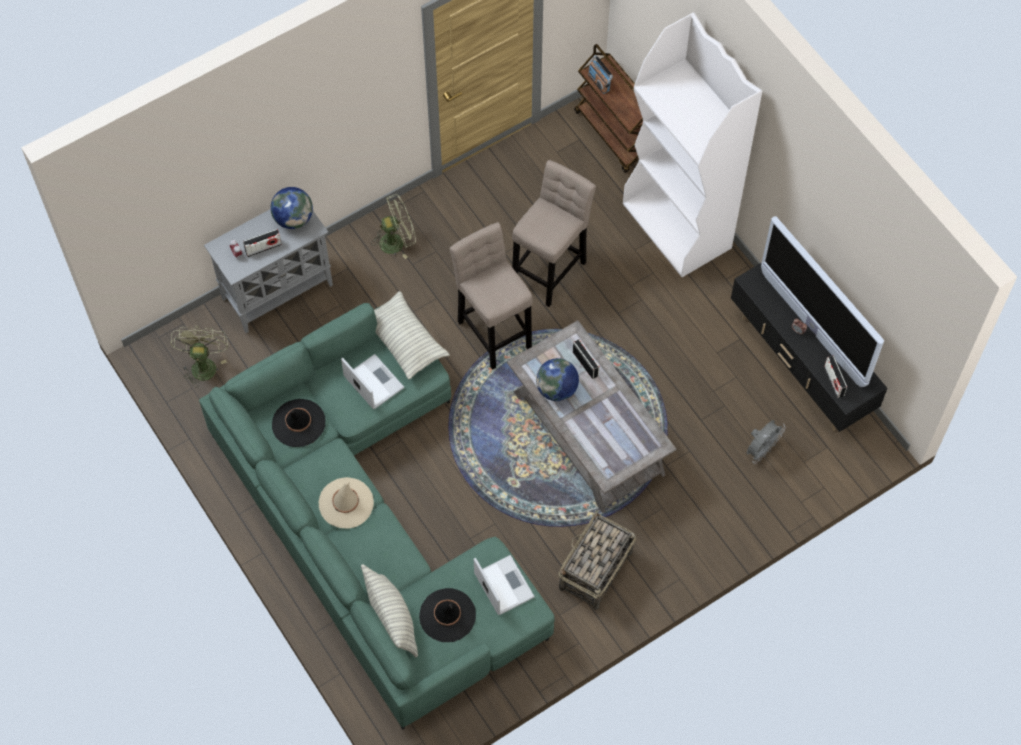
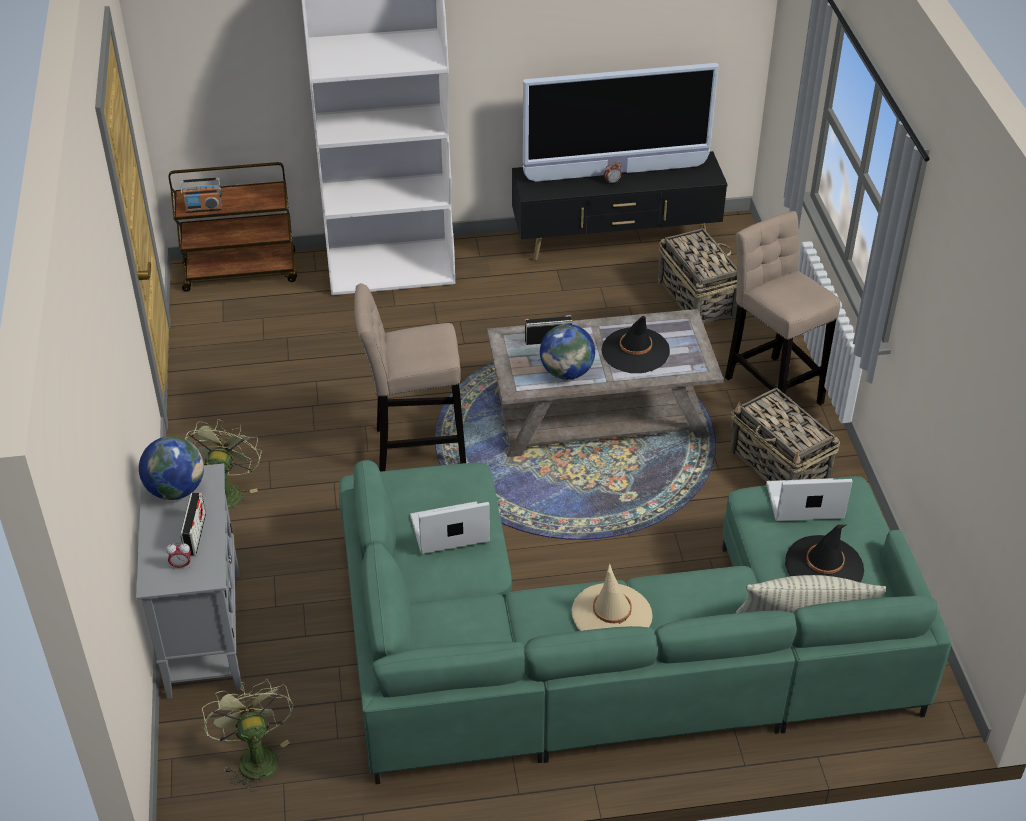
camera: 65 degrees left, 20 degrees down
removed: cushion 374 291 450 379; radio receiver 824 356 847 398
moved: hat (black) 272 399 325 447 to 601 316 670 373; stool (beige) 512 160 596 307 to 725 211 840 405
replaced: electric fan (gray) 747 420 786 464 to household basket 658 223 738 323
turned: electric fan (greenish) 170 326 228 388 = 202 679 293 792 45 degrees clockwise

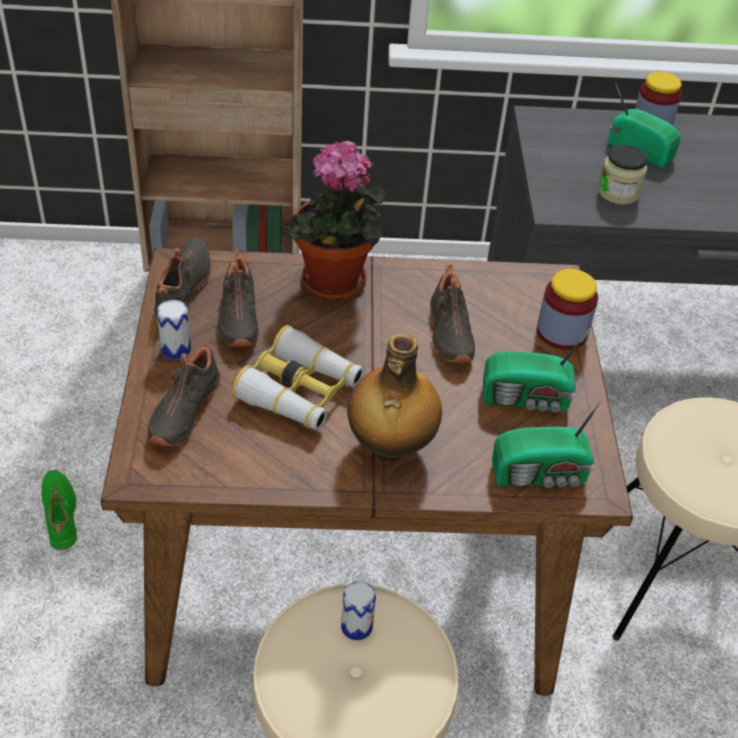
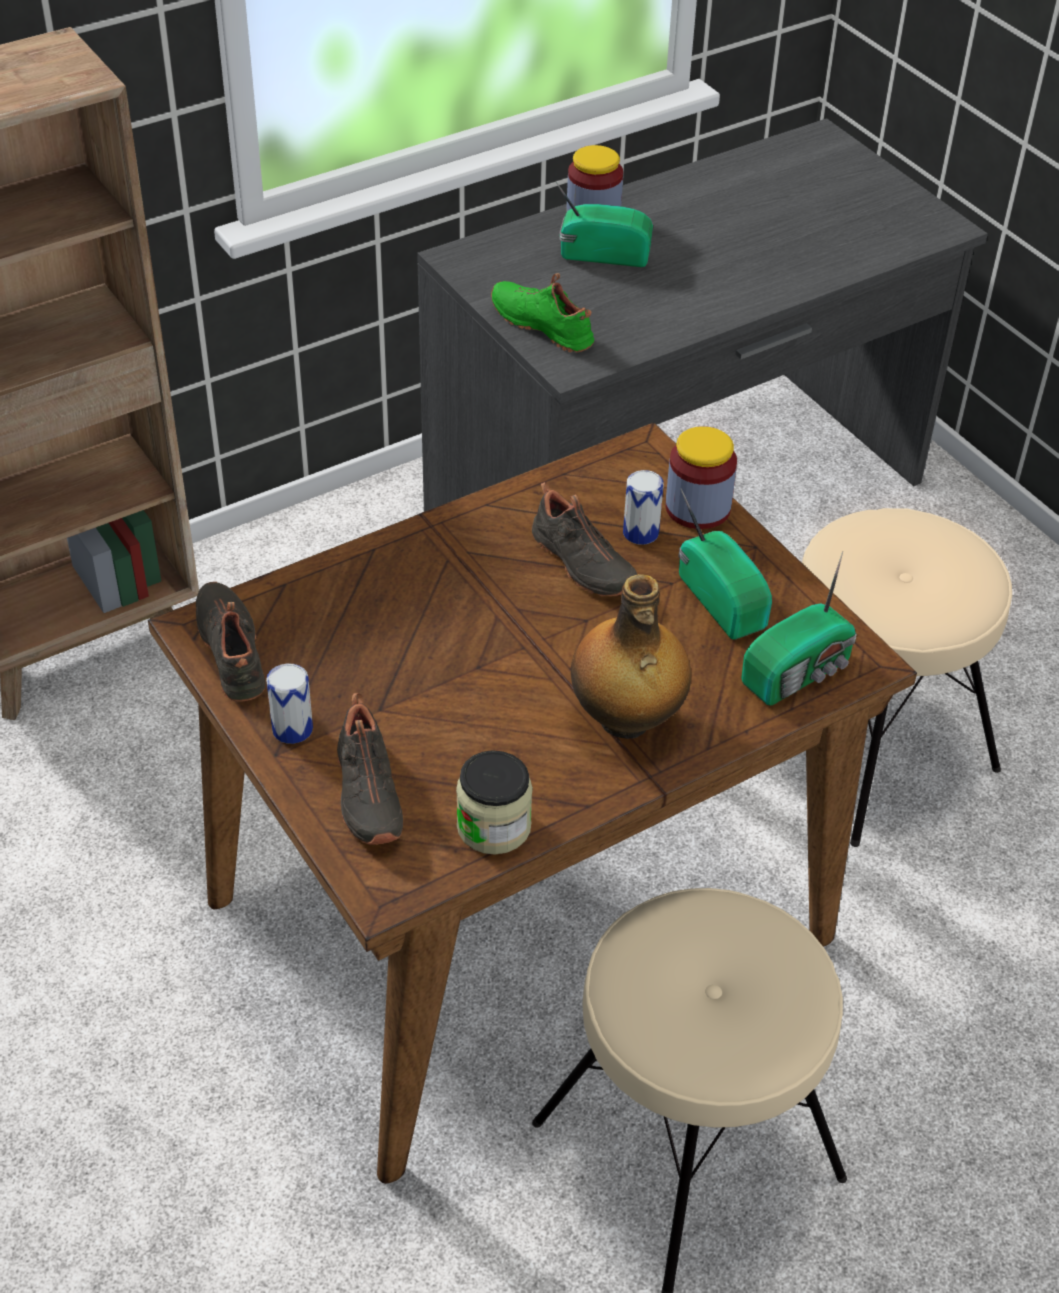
camera: 30 degrees left, 0 degrees up
removed: item of footwear (black) 218 249 259 347; field glasses 232 325 364 430; houseplant 283 141 385 300
moved: jar 598 145 648 205 to 456 750 533 855; item of footwear (greenish) 41 470 77 550 to 491 273 594 353; sealed can 341 581 376 640 to 623 470 664 545
turned: radio receiver 483 327 591 412 = 679 489 772 640 90 degrees counterclockwise

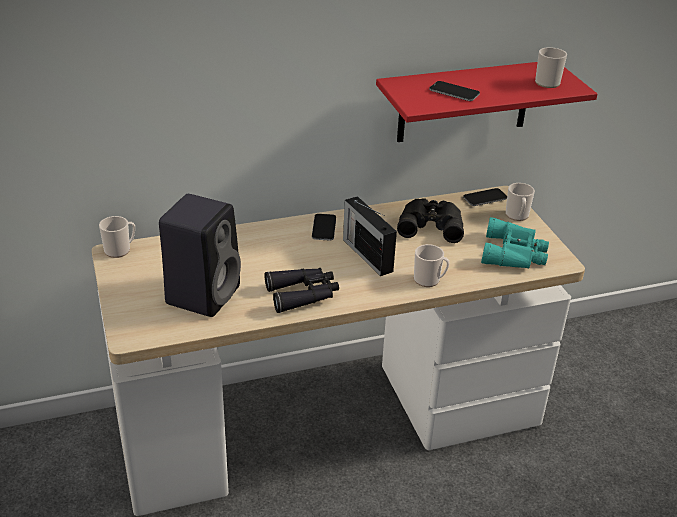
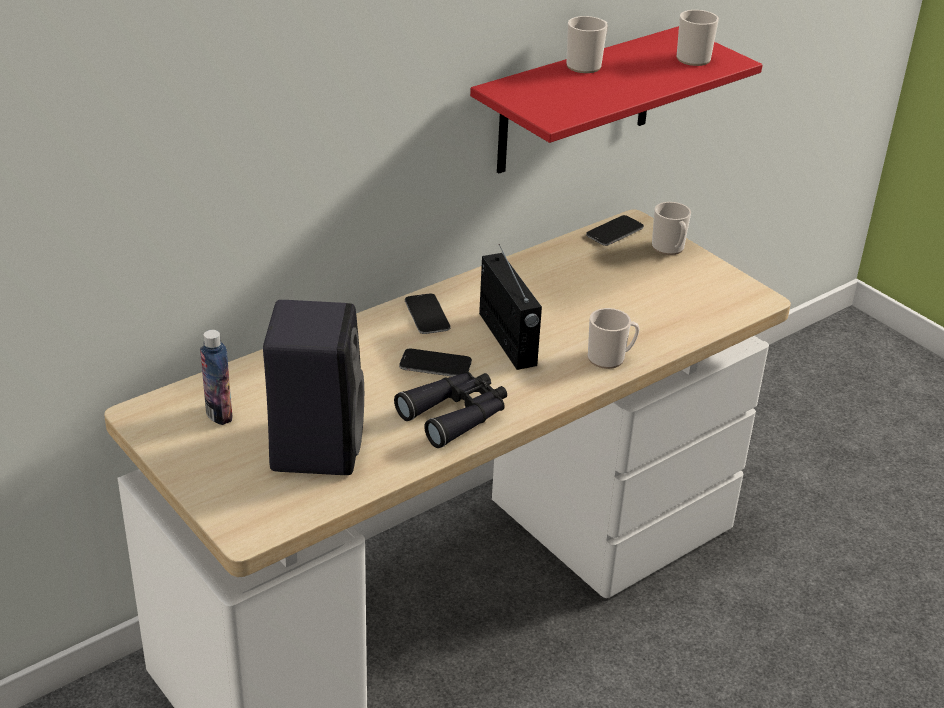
camera: 20 degrees left, 0 degrees up
removed: field glasses (black) 397 198 464 243; field glasses (turquoise) 481 217 549 268
added: beverage bottle 200 330 233 425
moved: telephone 429 81 480 101 to 399 349 472 377; mug 99 216 135 258 to 567 16 608 73
turned: radio receiver 343 196 397 276 = 479 244 542 370 150 degrees counterclockwise

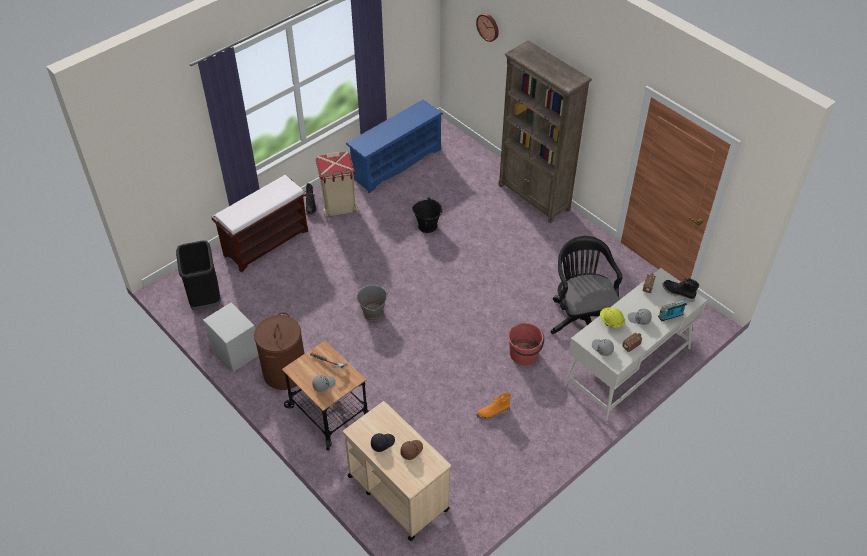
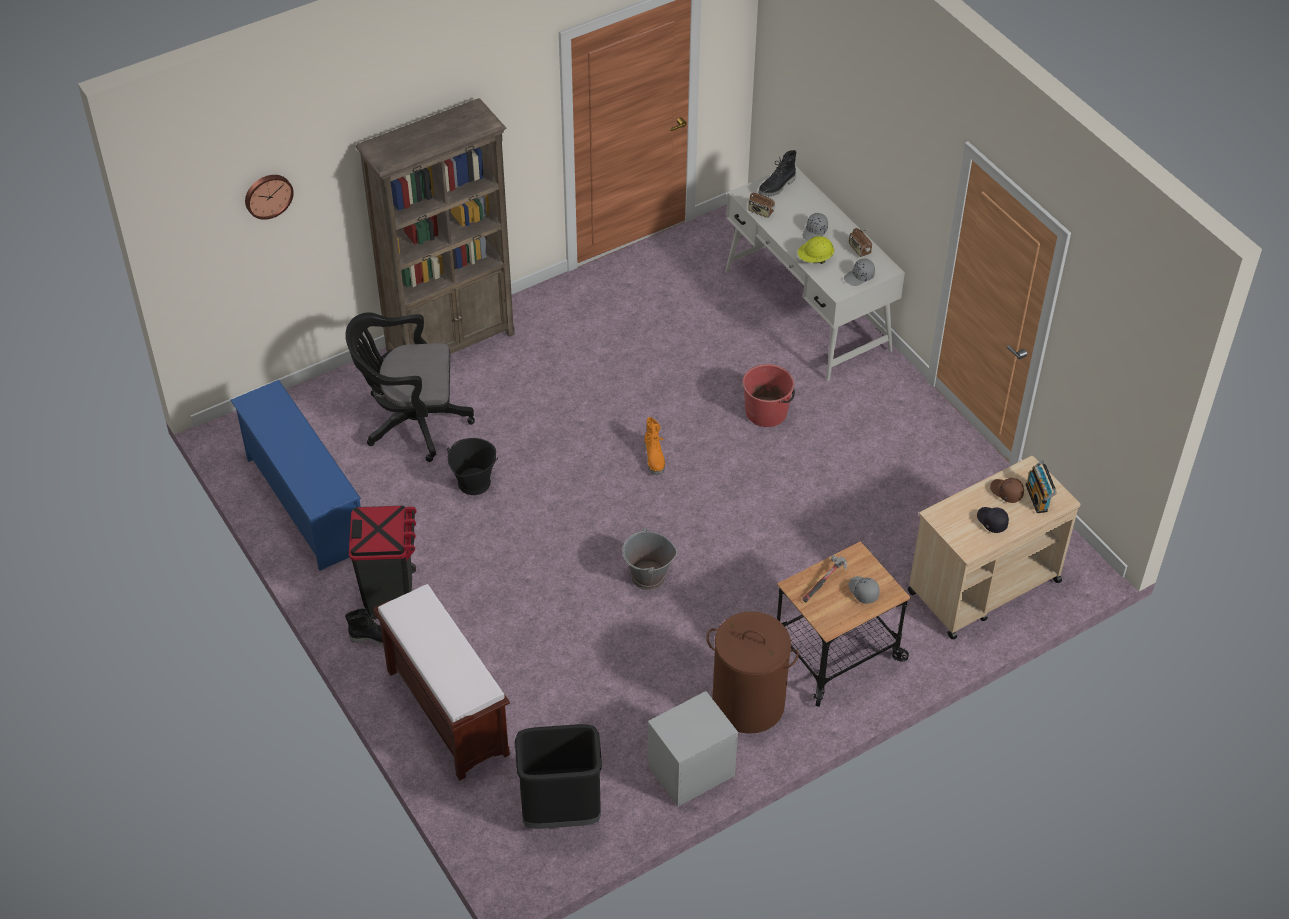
camera: 80 degrees left, 0 degrees up
moved: computer chair (black) 551 236 622 334 to 345 312 475 462; high-top boot (orange-coloured) 477 393 511 420 to 645 417 665 475; radio receiver 658 300 689 322 to 1025 461 1057 513
recoloured: rubbish bin (beige) 316 152 358 218 to rubbish bin (black) 349 506 416 619

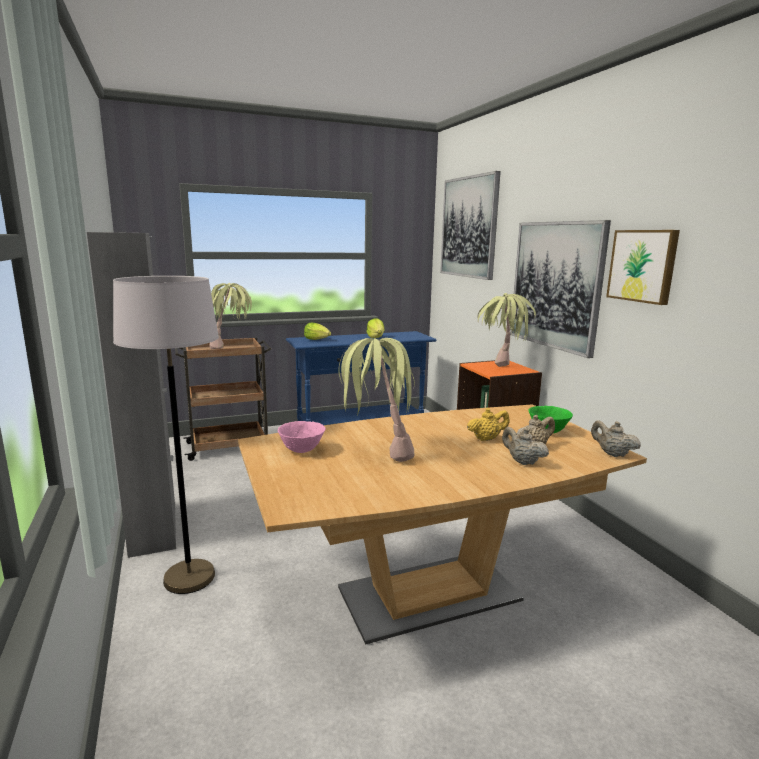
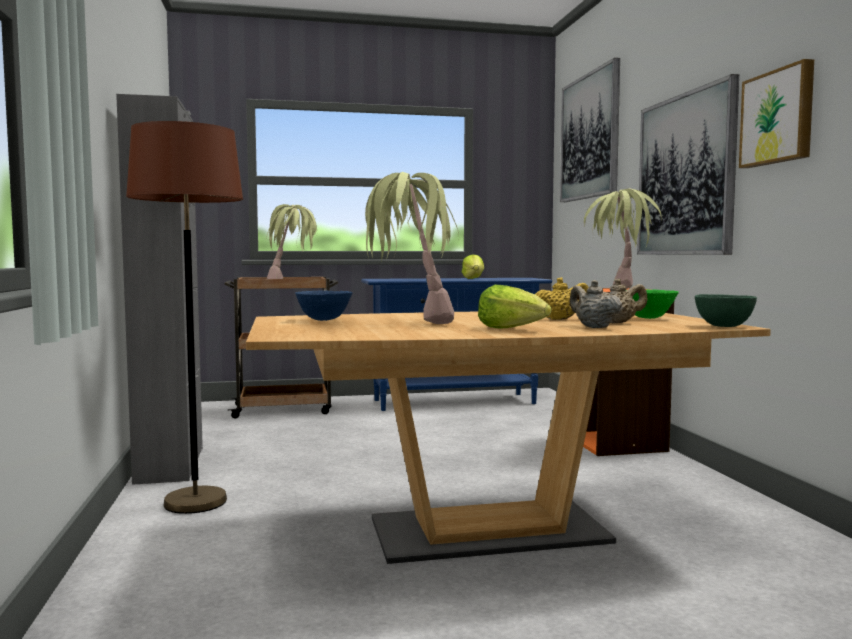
camera: 10 degrees right, 10 degrees down
moved: head of lettuce 304 323 331 340 to 478 285 551 329
replaced: tea pot (beige) 591 420 641 457 to serving bowl (greenish) 695 294 757 327
recoloured: standard lamp (gray) 113 276 219 594 to standard lamp (brown) 126 121 243 514; serving bowl (pink) 278 421 326 453 to serving bowl (bluish) 295 291 353 321

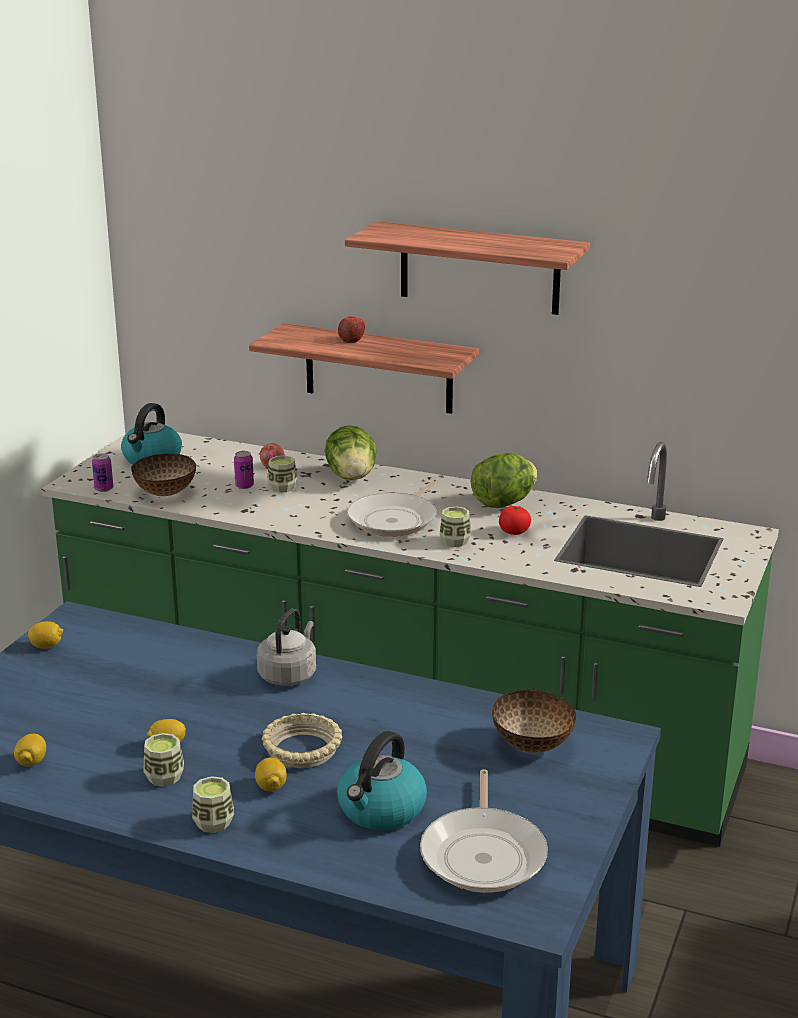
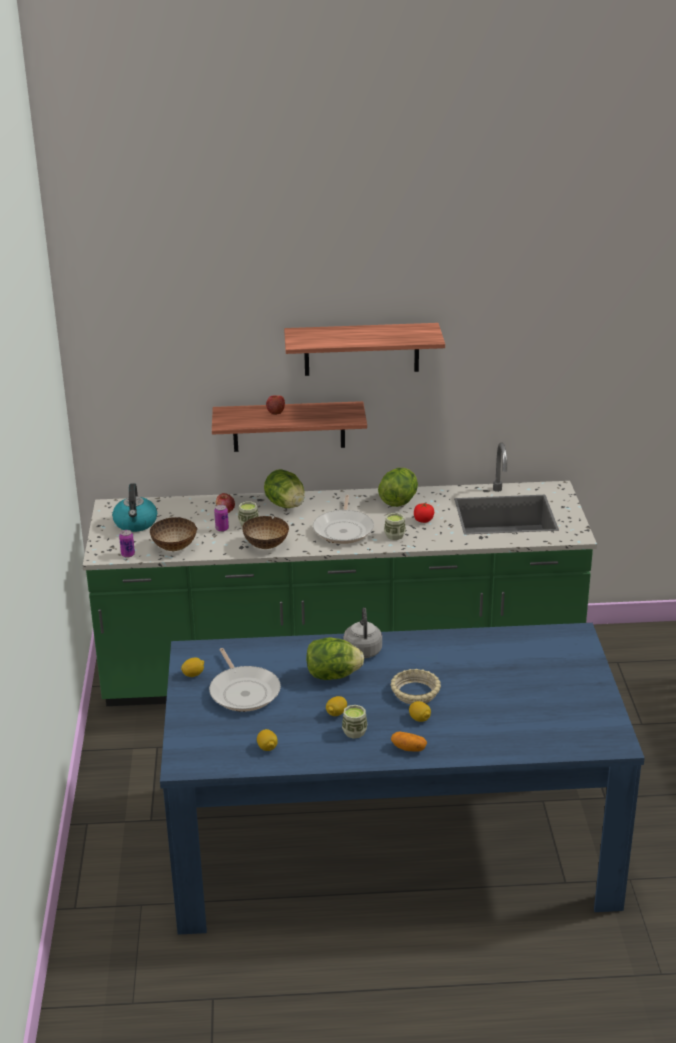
camera: 25 degrees left, 5 degrees up
removed: water kettle 337 731 427 830
added: head of lettuce 306 637 364 680
moved: skillet 420 769 548 893 to 209 648 281 712; serving bowl 492 690 576 753 to 242 516 289 549
replaced: small cup 192 776 234 833 to whole potato 391 731 427 752

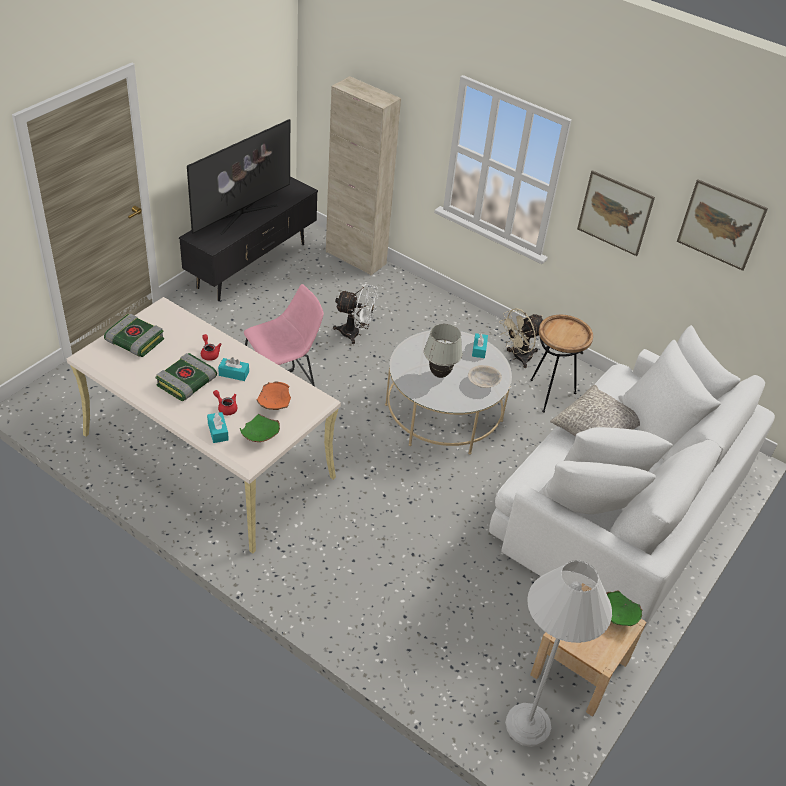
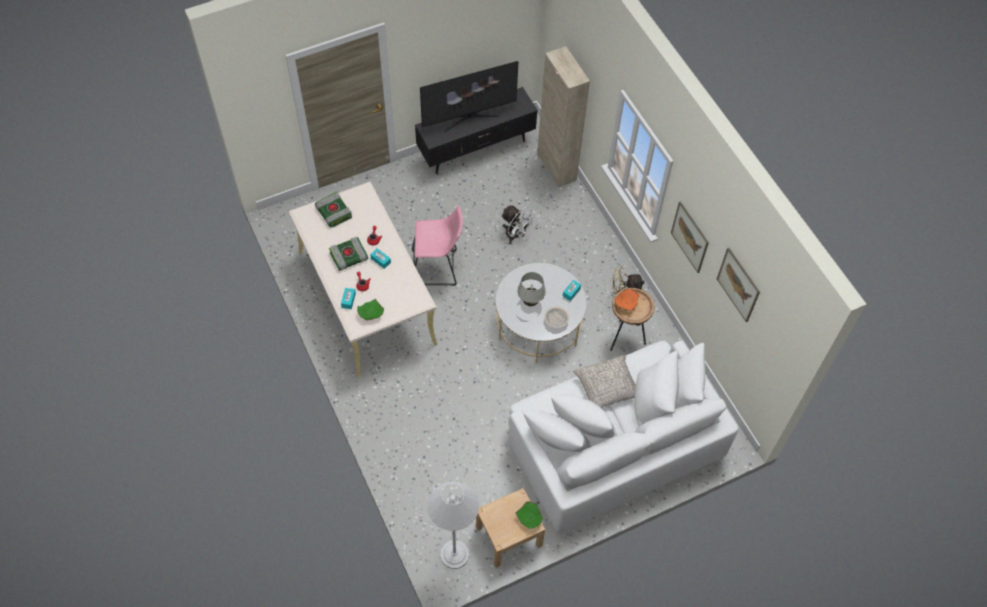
camera: 30 degrees right, 15 degrees up
moved: serving bowl (orange-coloured) 256 381 291 410 to 615 288 639 311

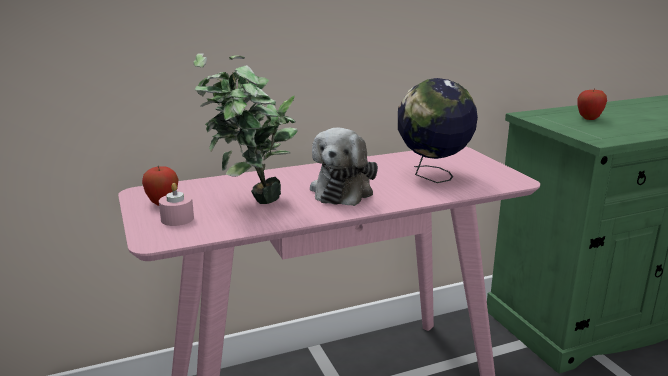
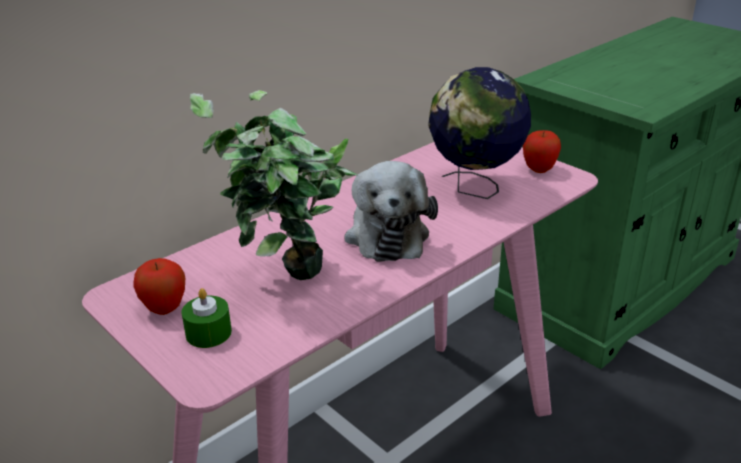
camera: 20 degrees left, 10 degrees up
moved: whole apple 577 88 607 120 to 523 130 561 173
recoloured: candle (pink) 159 183 194 226 to candle (greenish) 181 288 232 348

